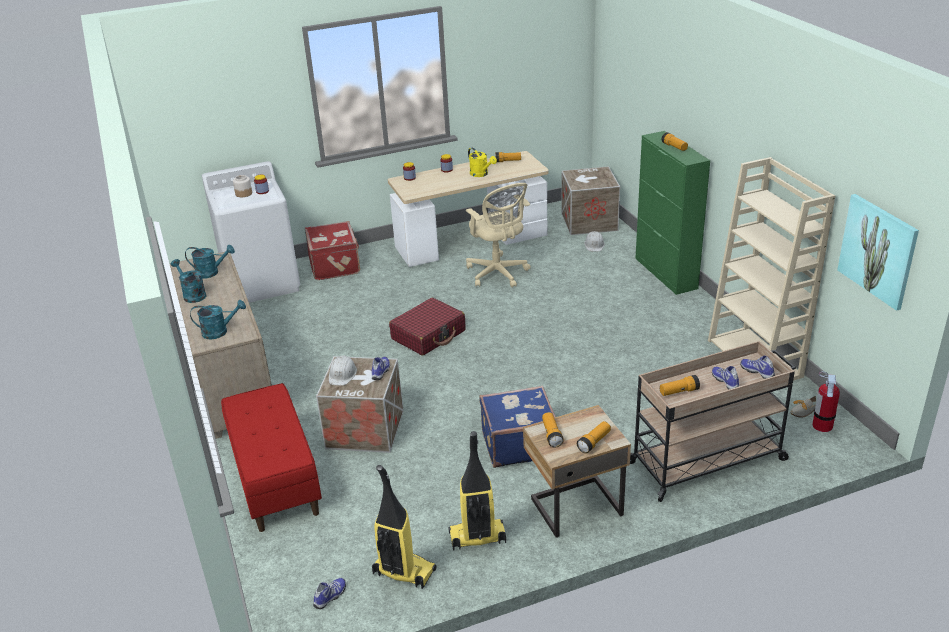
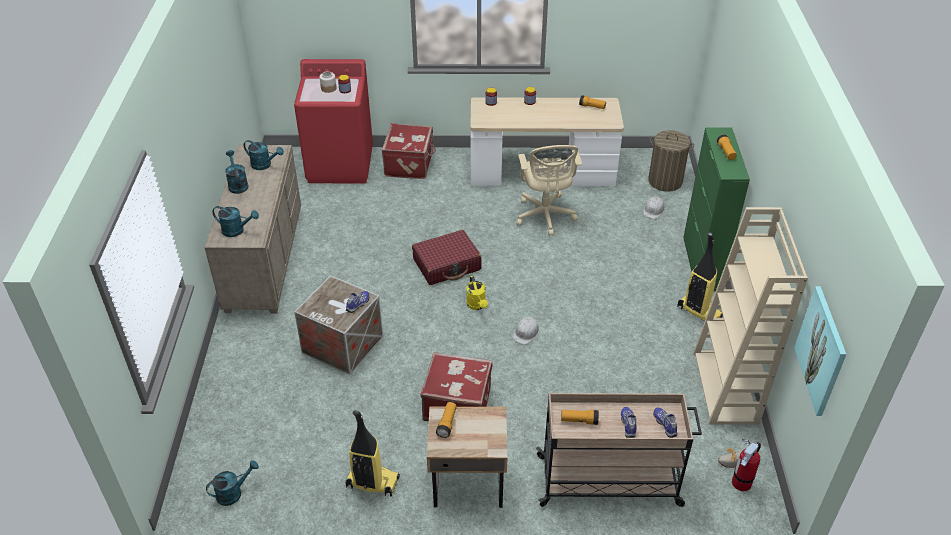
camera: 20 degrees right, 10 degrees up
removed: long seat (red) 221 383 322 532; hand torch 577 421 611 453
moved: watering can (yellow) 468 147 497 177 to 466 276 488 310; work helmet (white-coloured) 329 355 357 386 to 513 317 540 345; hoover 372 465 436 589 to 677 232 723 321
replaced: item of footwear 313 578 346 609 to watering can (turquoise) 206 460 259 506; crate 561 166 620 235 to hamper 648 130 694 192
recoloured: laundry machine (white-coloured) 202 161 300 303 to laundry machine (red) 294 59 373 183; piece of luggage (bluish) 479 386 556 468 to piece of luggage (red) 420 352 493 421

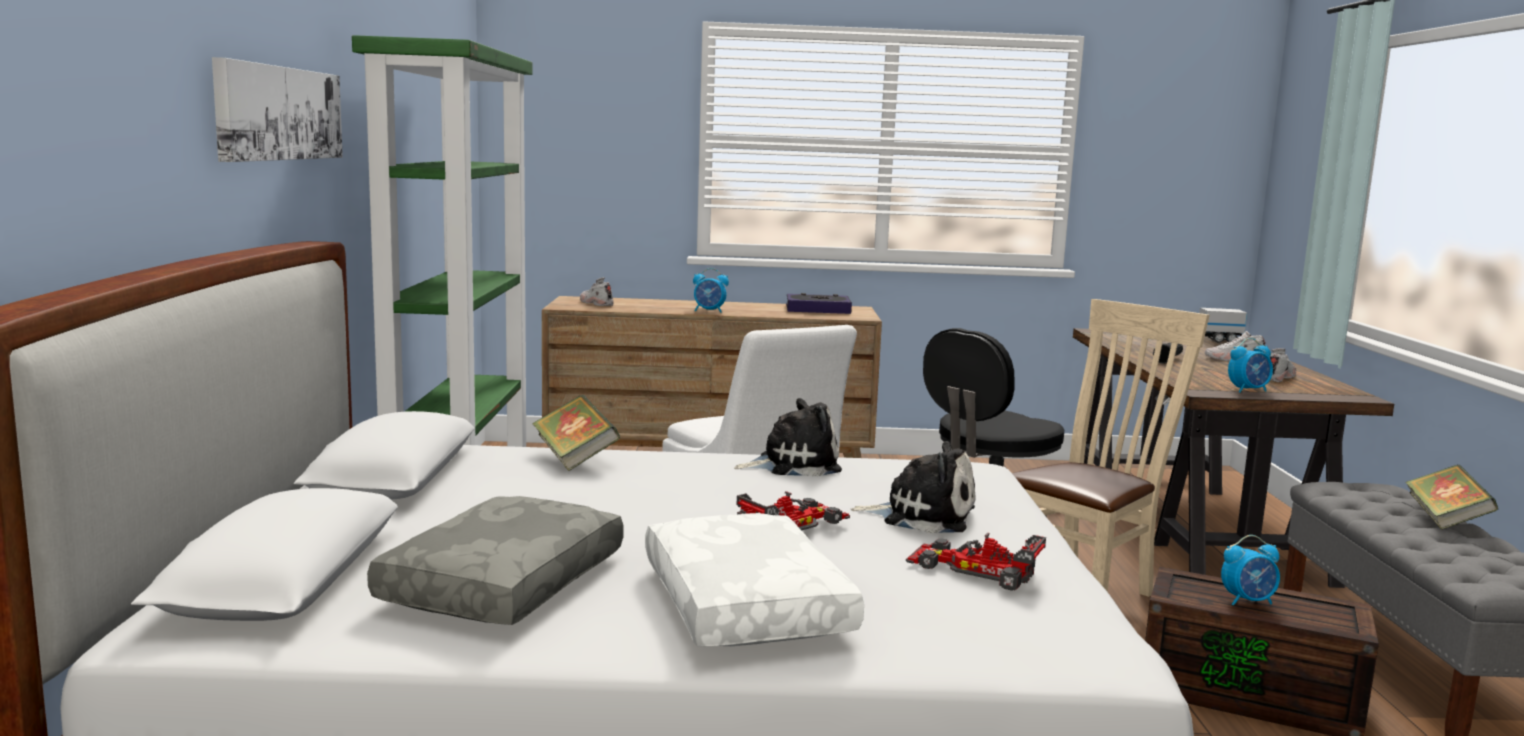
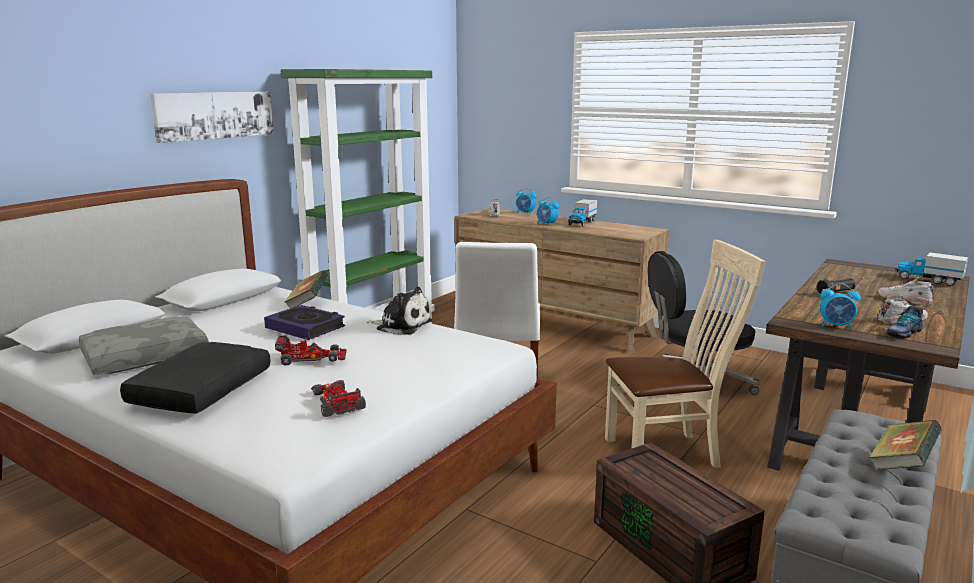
camera: 35 degrees right, 5 degrees up
removed: plush toy 851 441 975 533
added: toy lorry 568 199 597 227; item of footwear 885 306 923 339
moved: bound book 786 293 852 314 to 264 305 345 340; table clock 1221 535 1280 606 to 516 188 537 214
recoloured: cushion (white-coloured) 645 513 864 646 to cushion (black) 120 342 271 413

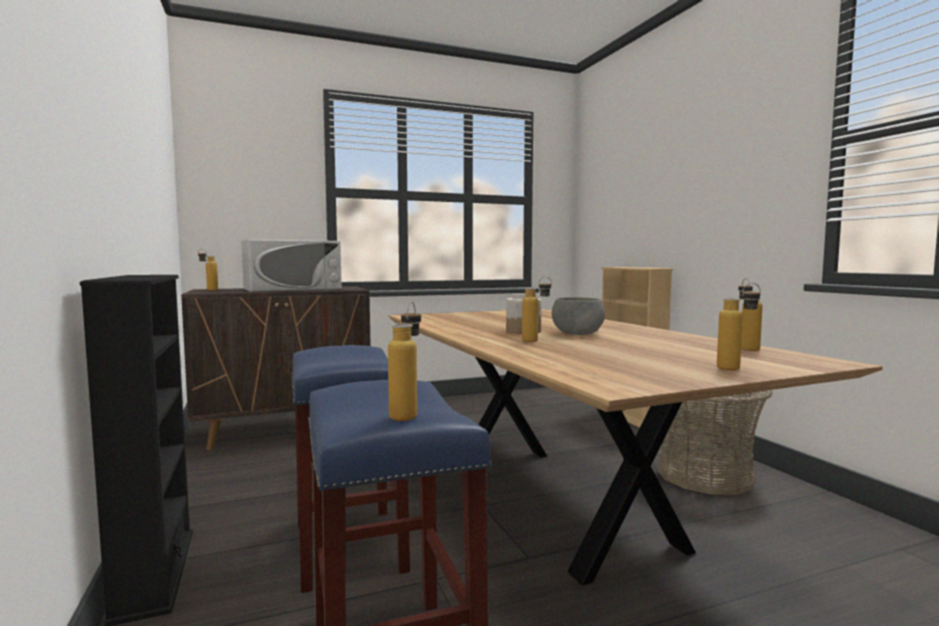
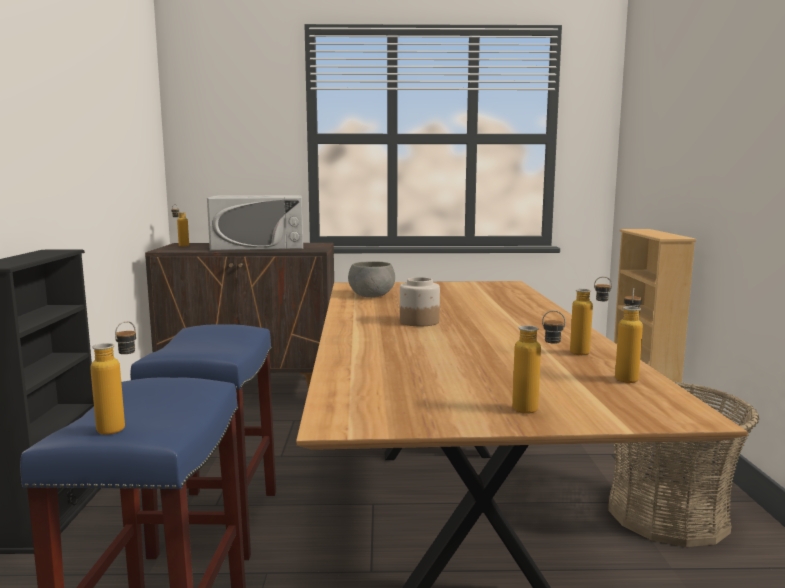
camera: 20 degrees right, 5 degrees up
moved: serving bowl (gray) 552 297 605 335 to 348 261 395 297; beverage bottle 522 277 552 342 to 570 277 612 355

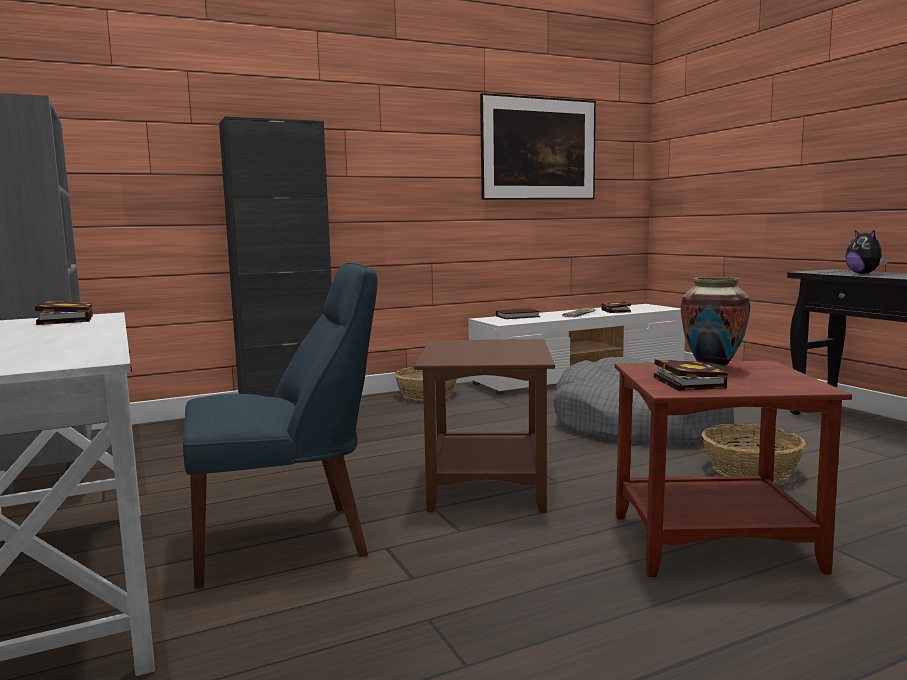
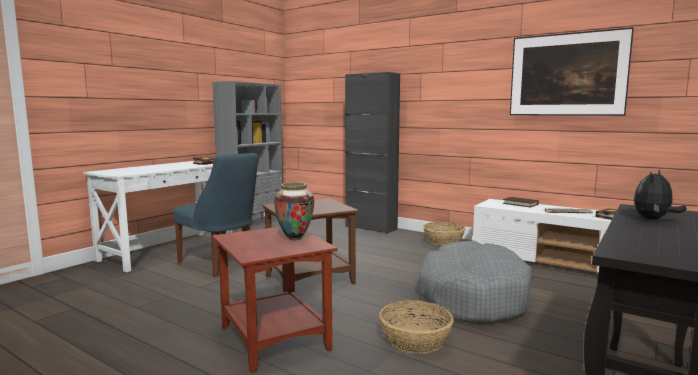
camera: 60 degrees right, 0 degrees up
removed: bound book 654 359 728 391

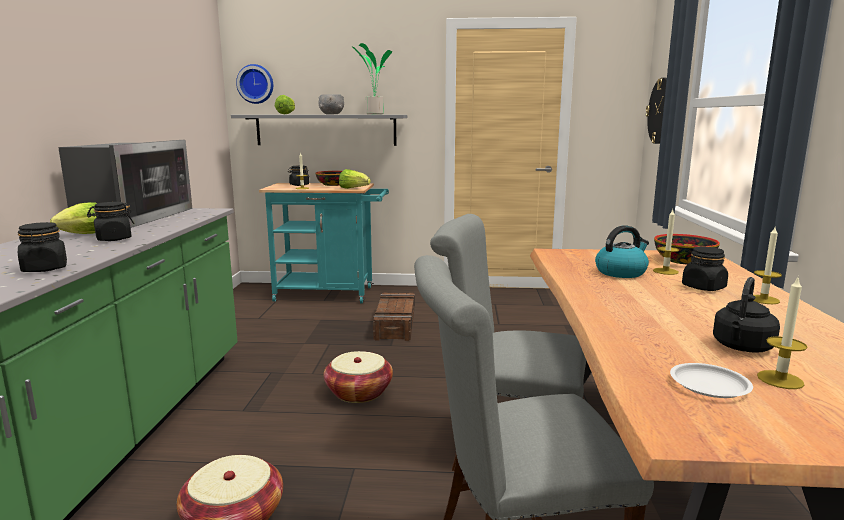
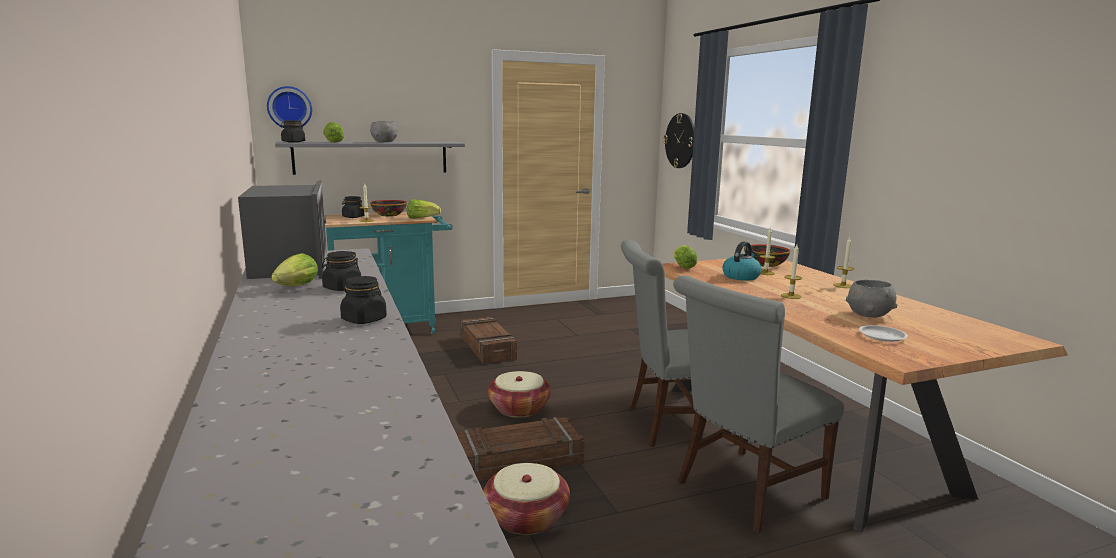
camera: 25 degrees left, 0 degrees up
removed: houseplant 353 43 392 115
added: crate 456 417 585 481; head of lettuce 674 245 697 269
moved: jar (black) 682 247 728 291 to 281 120 305 143; candle 757 278 807 389 to 781 245 802 299
replaced: water kettle (black) 713 277 780 353 to serving bowl (gray) 846 280 898 318

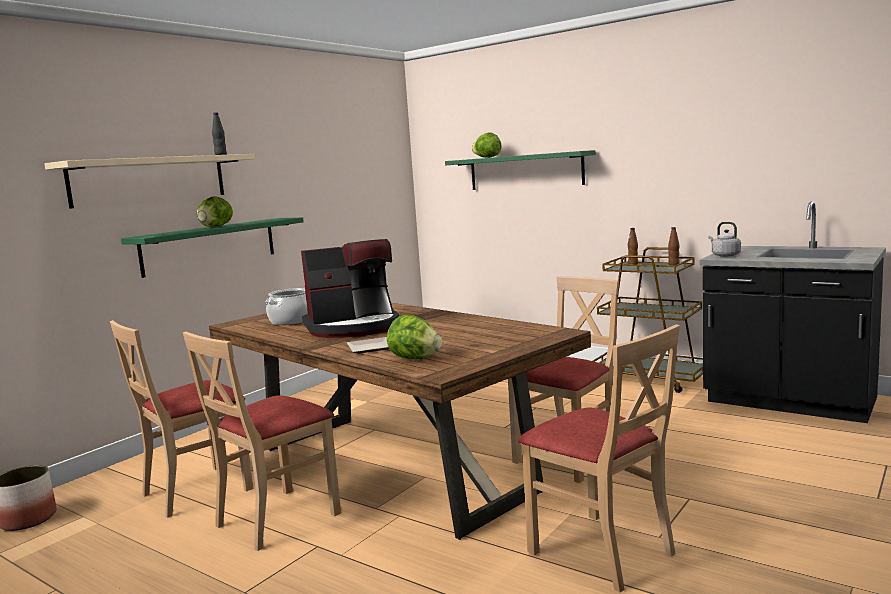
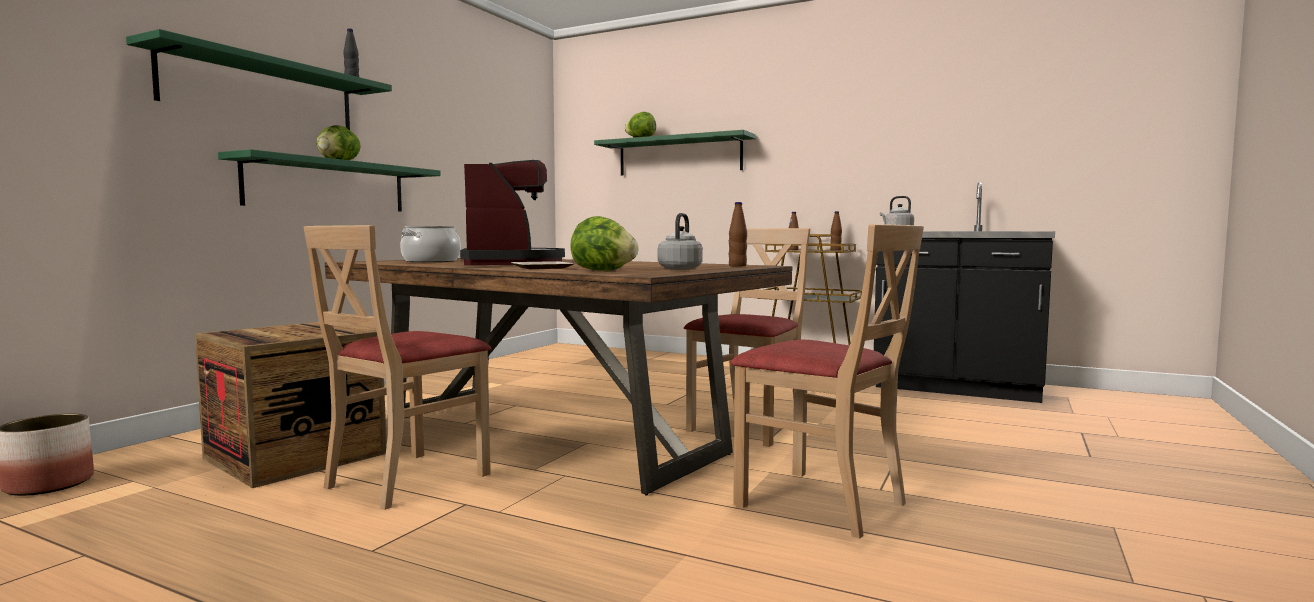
camera: 10 degrees left, 5 degrees down
added: water kettle (gray) 658 213 703 270; beverage bottle (brown) 729 202 747 266
replaced: plain chair (beige) 110 320 254 518 to crate 195 322 387 488
recoloured: bracket shelf (beige) 44 154 255 209 to bracket shelf (greenish) 126 29 392 130
turned: coffee maker 301 239 399 338 = 460 160 565 265 75 degrees counterclockwise

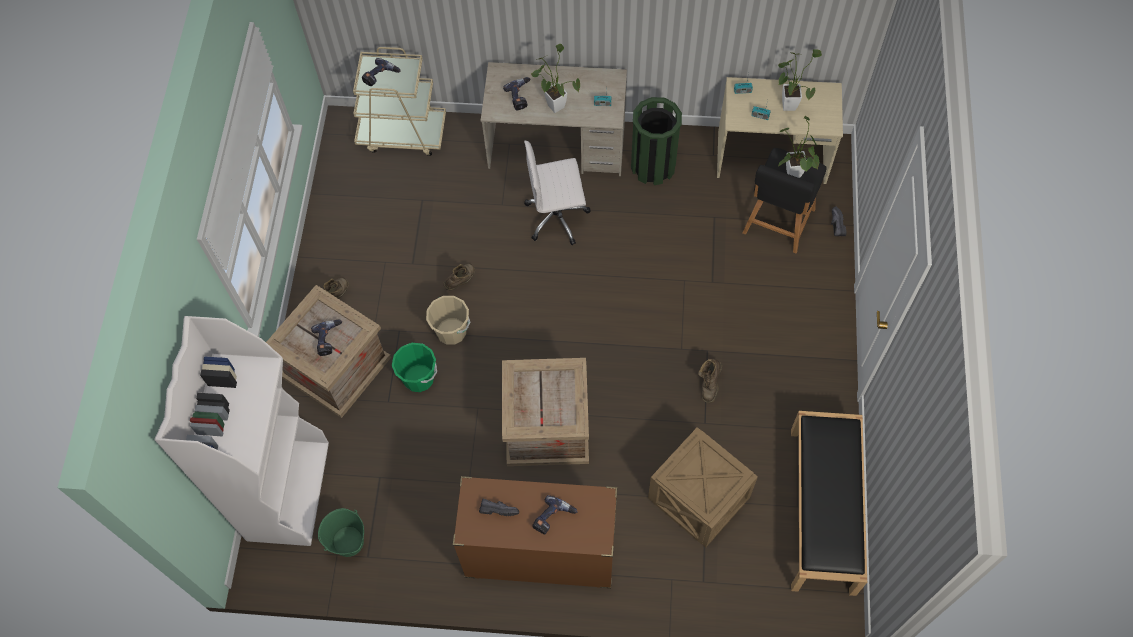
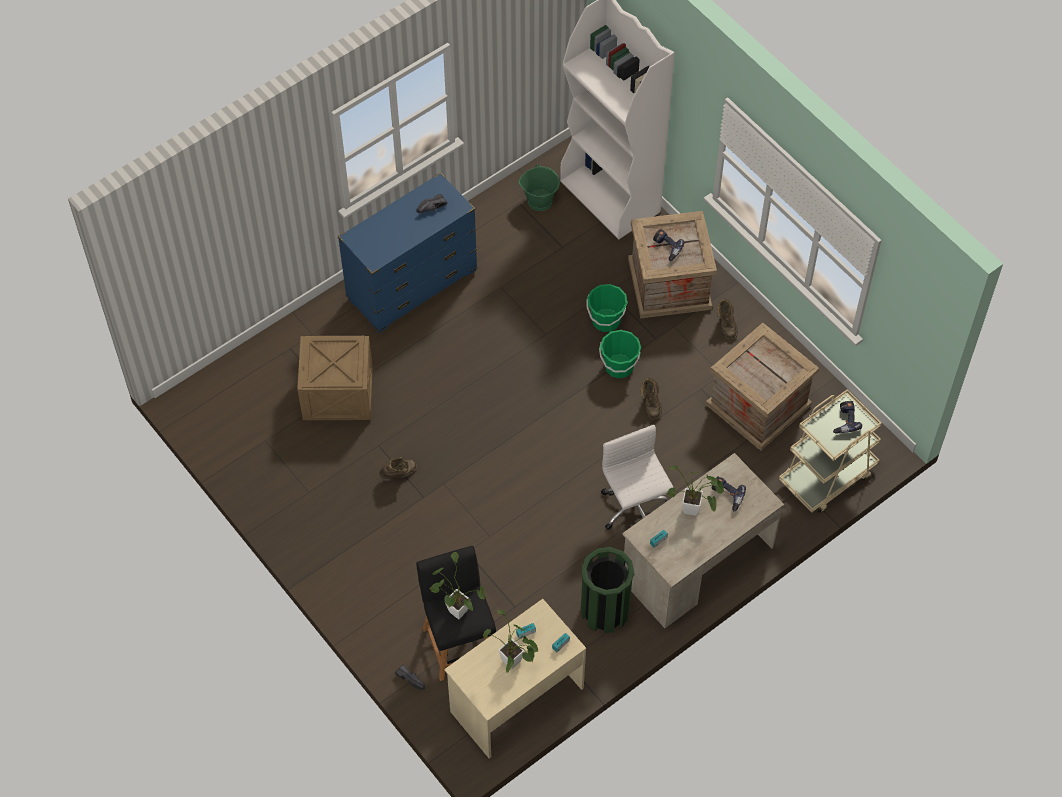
camera: 135 degrees right, 5 degrees down
removed: drill 532 495 578 535; long seat (black) 791 411 867 596
moved: crate 502 358 589 466 to 706 323 819 451
recoloured: dresser (brown) 453 476 617 588 to dresser (bluish) 338 172 478 333; pail (beige) 426 296 470 345 to pail (greenish) 599 330 641 378
turned: high-top boot (brown) 698 359 722 403 = 379 457 417 479 90 degrees clockwise; computer chair (white-coloured) 524 141 591 245 = 601 425 674 530 60 degrees counterclockwise

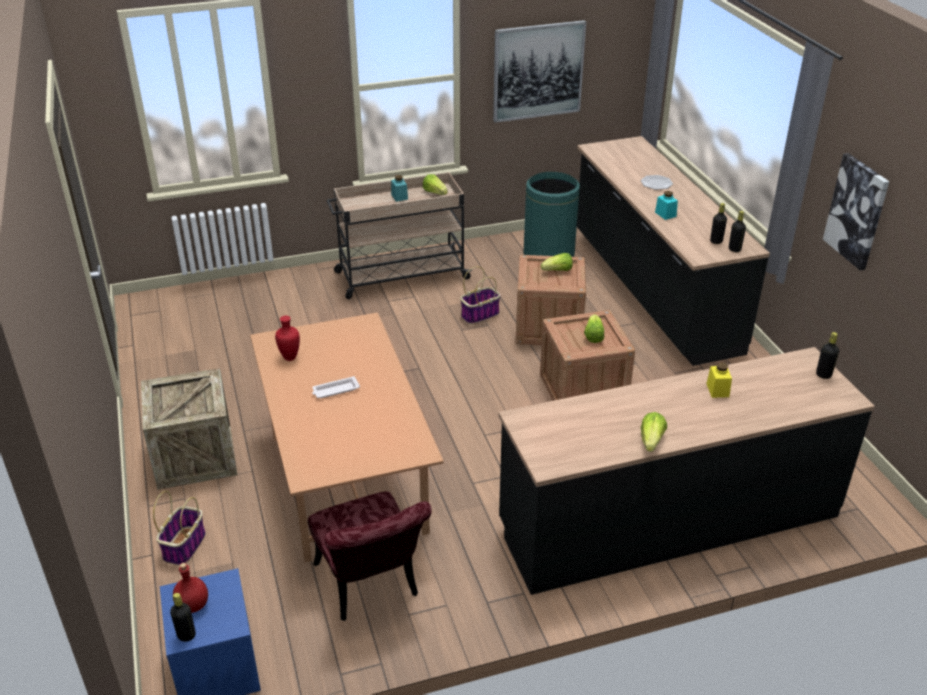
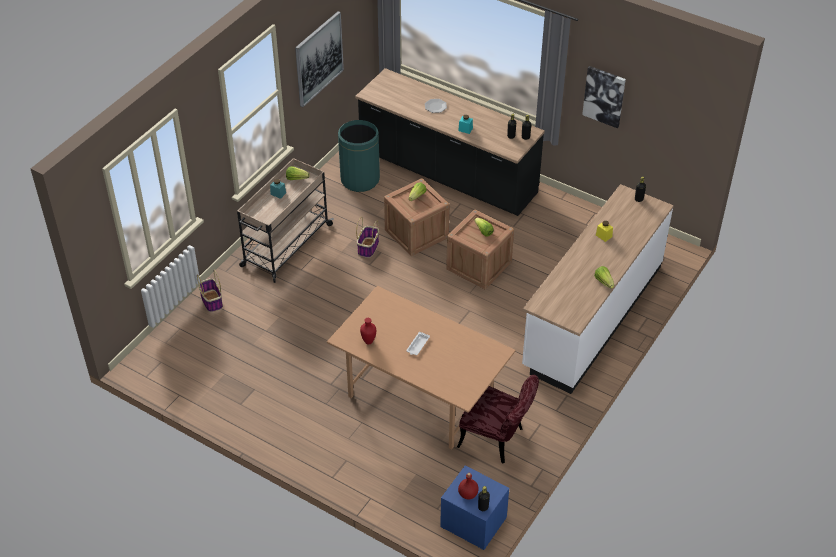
camera: 40 degrees left, 10 degrees up
removed: crate 141 368 237 490
moved: household basket 153 491 206 566 to 197 270 223 312
recoloured: counter (black) 499 347 875 595 to counter (white-coloured) 522 184 674 394

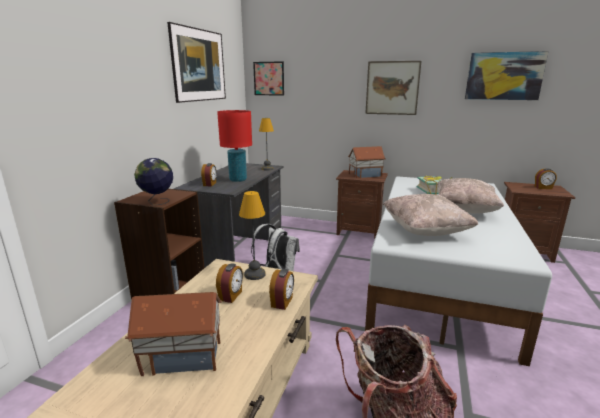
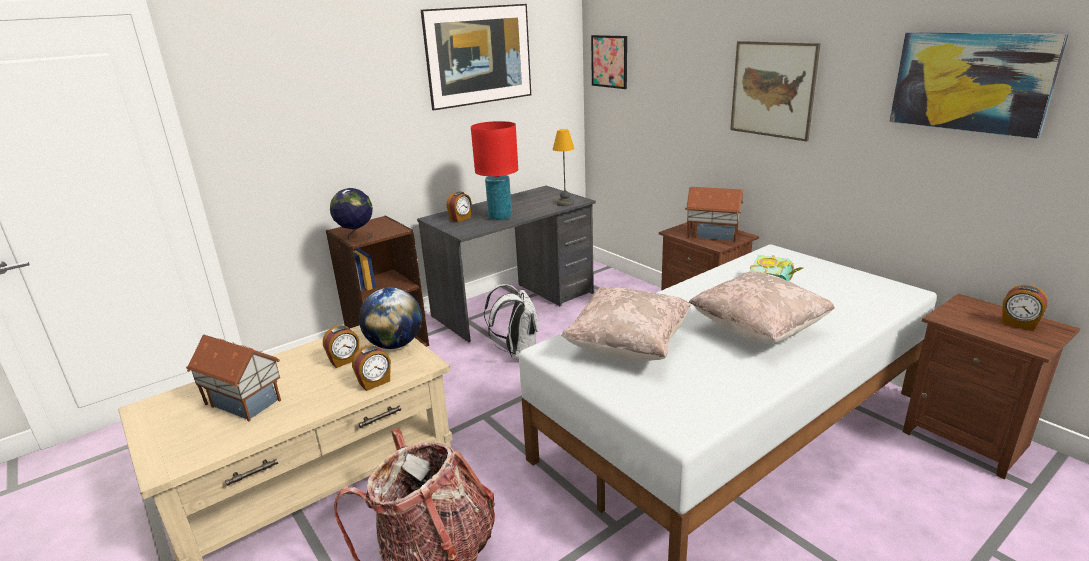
camera: 35 degrees right, 5 degrees up
replaced: lamp for a table 239 191 266 280 to desk globe 359 288 422 349

